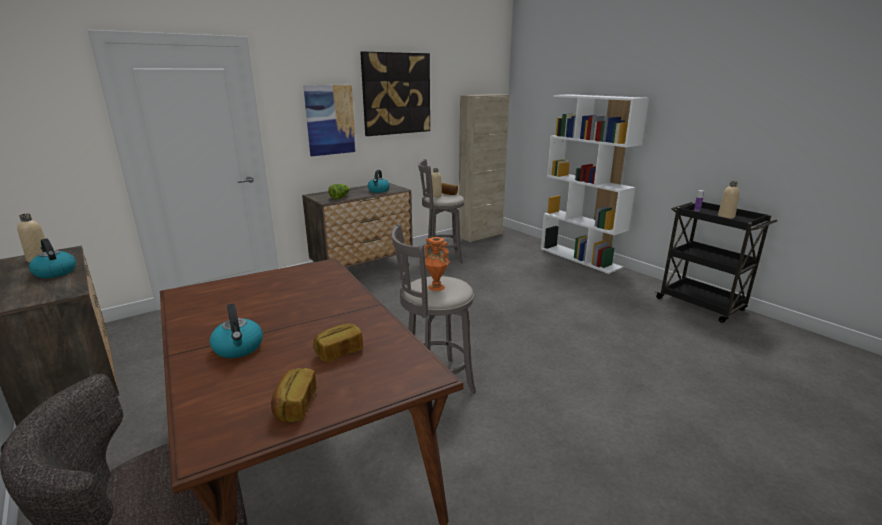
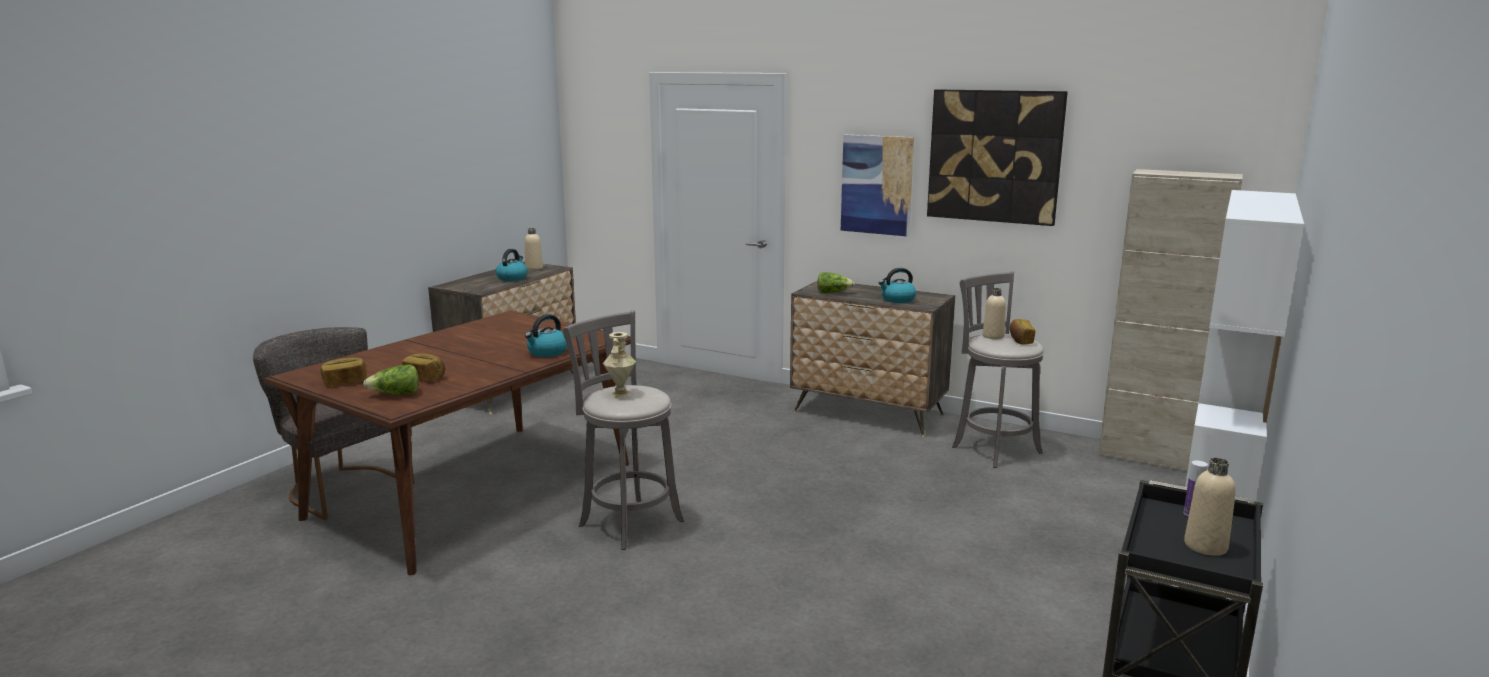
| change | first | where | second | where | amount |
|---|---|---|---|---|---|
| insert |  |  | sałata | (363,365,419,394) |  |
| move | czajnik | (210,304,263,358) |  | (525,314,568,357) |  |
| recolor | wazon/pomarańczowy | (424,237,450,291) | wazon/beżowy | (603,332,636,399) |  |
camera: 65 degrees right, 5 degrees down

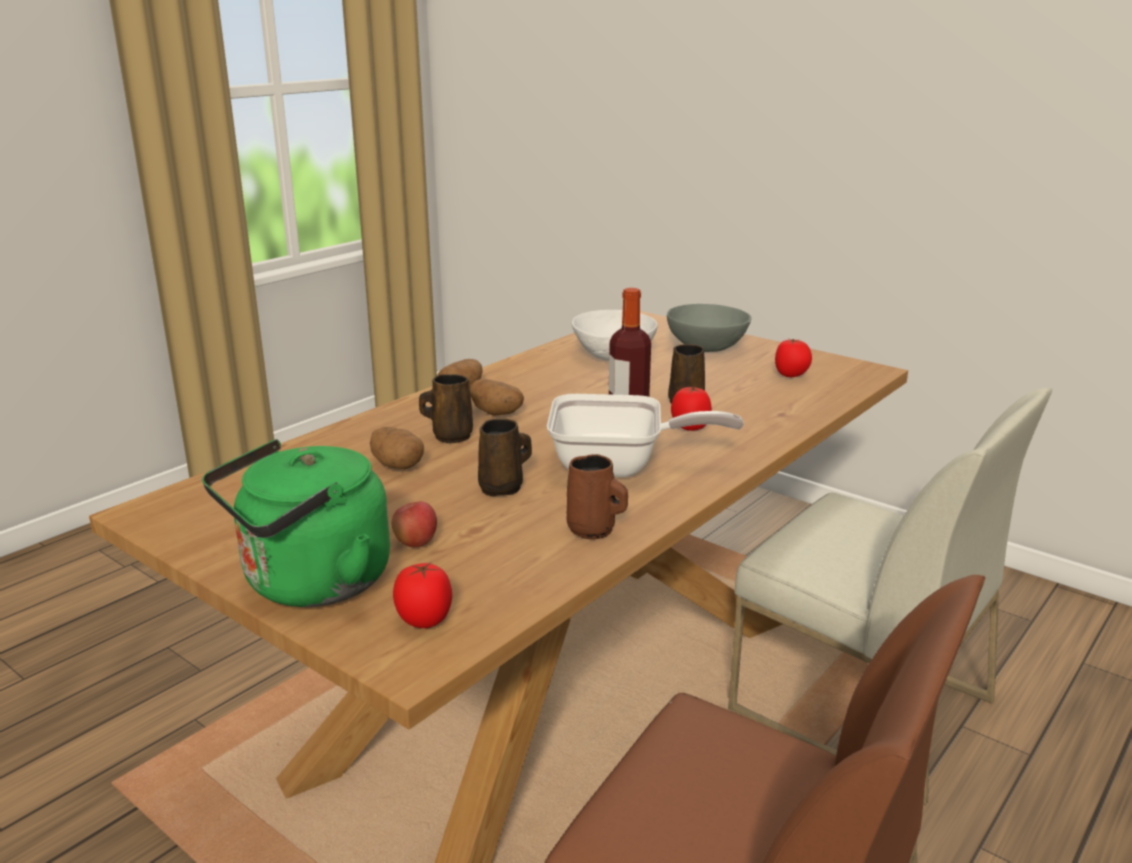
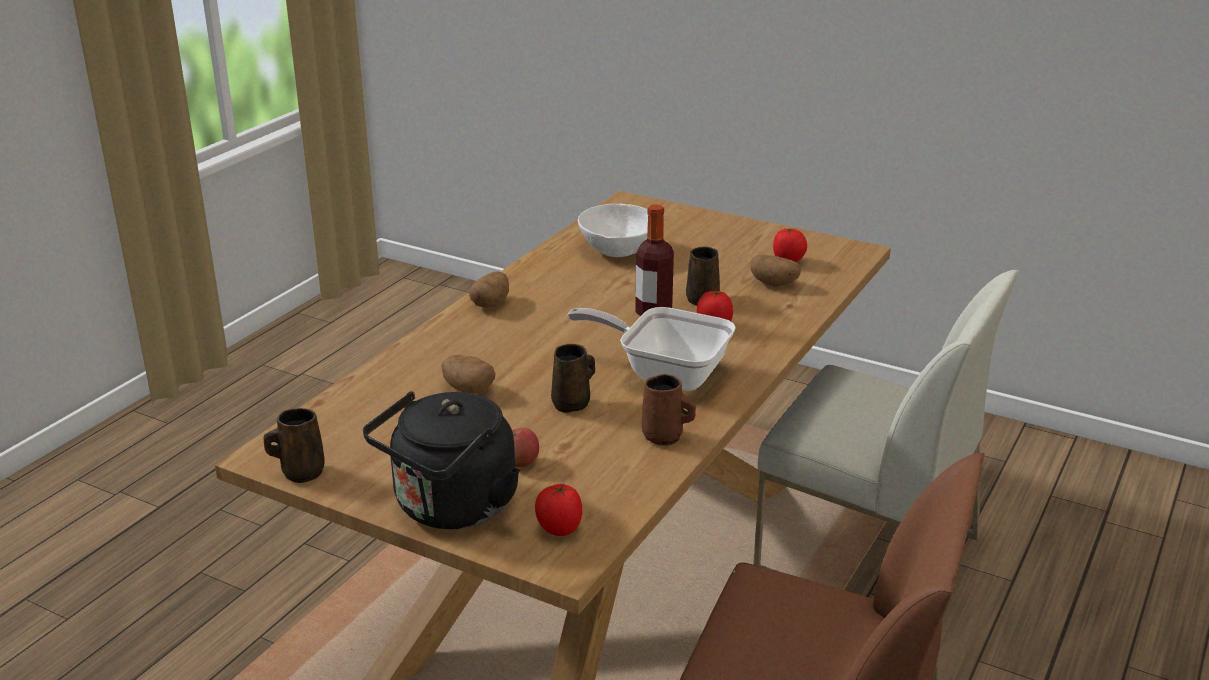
| change | first | where | second | where | amount |
|---|---|---|---|---|---|
| delete | miska/szary | (667,304,751,352) |  |  |  |
| move | kubek/brązowy | (419,374,473,444) |  | (263,408,325,483) |  |
| move | ziemniak | (470,379,524,416) |  | (750,254,801,286) |  |
| recolor | czajnik/zielony | (202,439,390,607) | czajnik/czarny | (363,391,520,529) |  |
| rotate | patelnia | (547,394,744,477) |  | (568,307,736,391) | 150 degrees counterclockwise |
camera: 10 degrees left, 5 degrees up

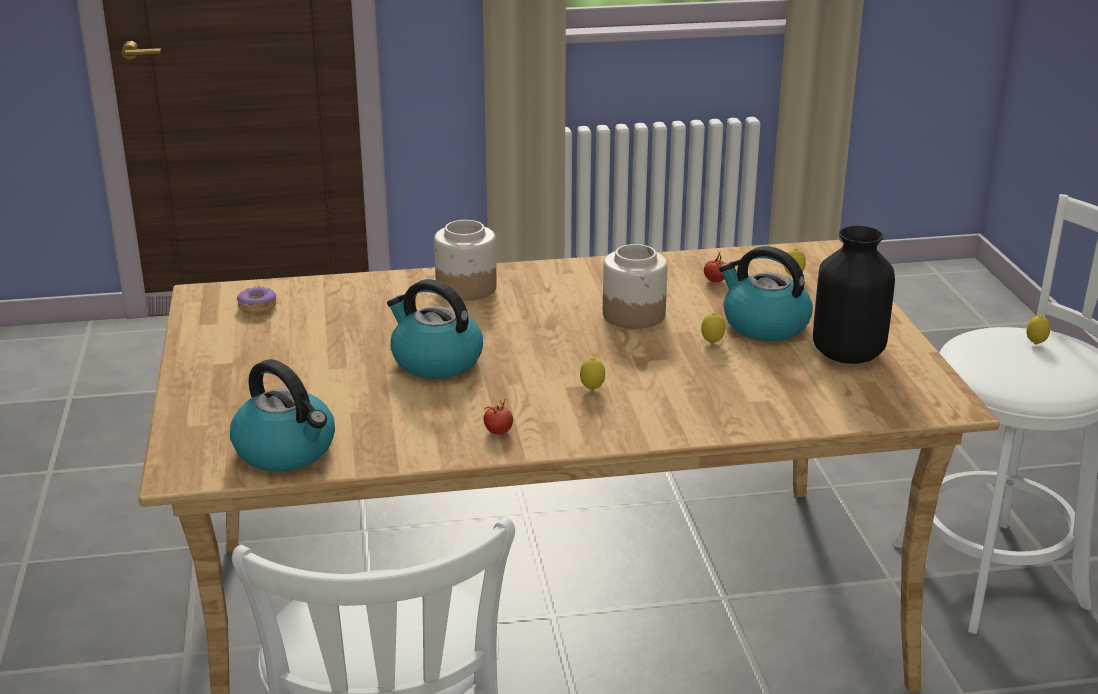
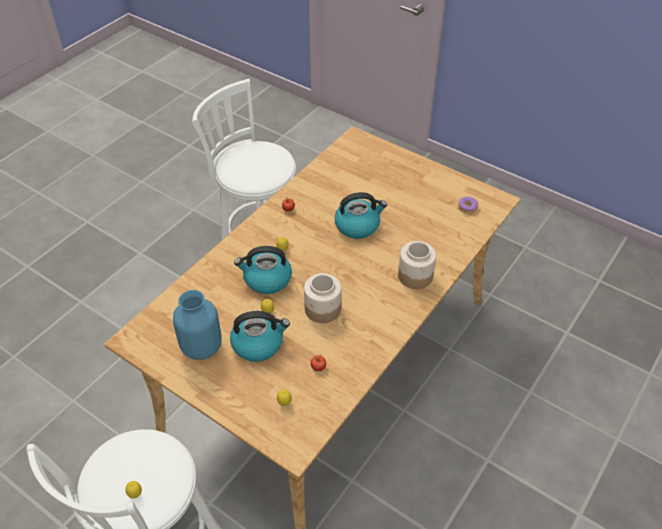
| change | first | where | second | where | amount |
|---|---|---|---|---|---|
| move | czajnik | (230,359,335,472) |  | (234,246,292,294) |  |
| recolor | wazon/czarny | (813,225,895,364) | wazon/niebieski | (173,290,222,360) |  |
camera: 135 degrees right, 20 degrees up

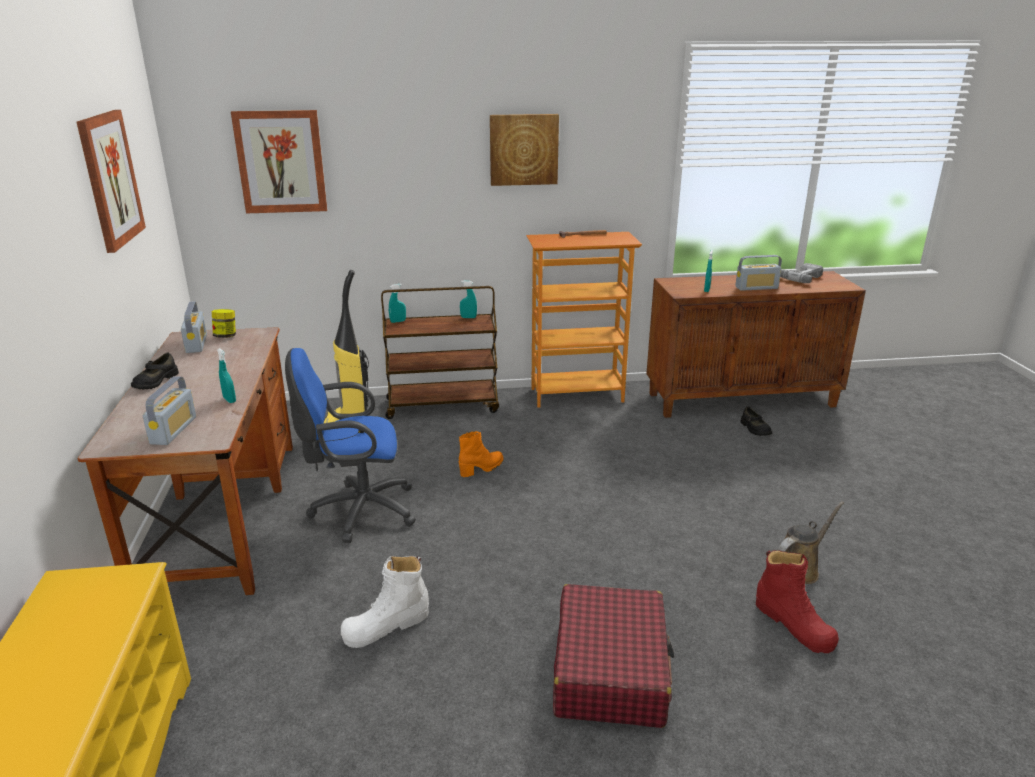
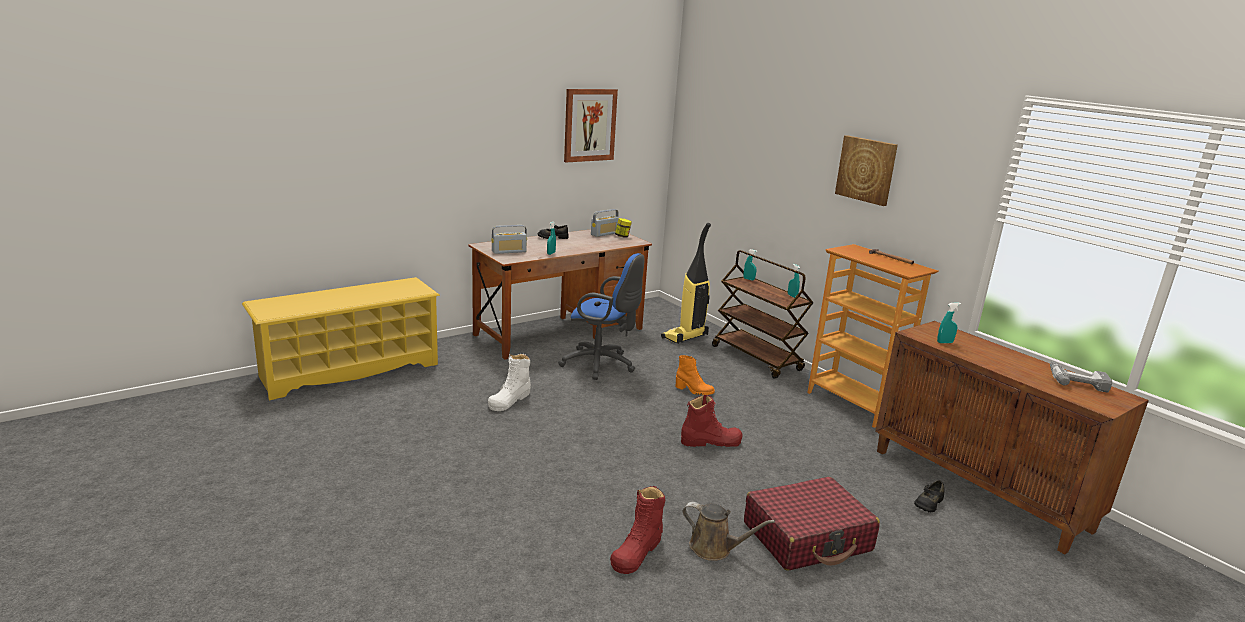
| change | first | where | second | where | amount |
|---|---|---|---|---|---|
| delete | obraz | (231,110,327,213) |  |  |  |
| delete | radio | (735,255,782,291) |  |  |  |
| insert |  |  | but z cholewką/czerwony | (681,395,743,447) |  |
| move | walizka/czerwony | (553,584,674,728) |  | (744,477,880,571) |  |
| rotate | krzesło biurowe/niebieski | (285,348,416,543) |  | (558,253,644,380) | 150 degrees clockwise |
| rotate | but z cholewką/biały | (341,556,429,648) |  | (488,354,531,411) | 90 degrees counterclockwise |
camera: 60 degrees right, 5 degrees down

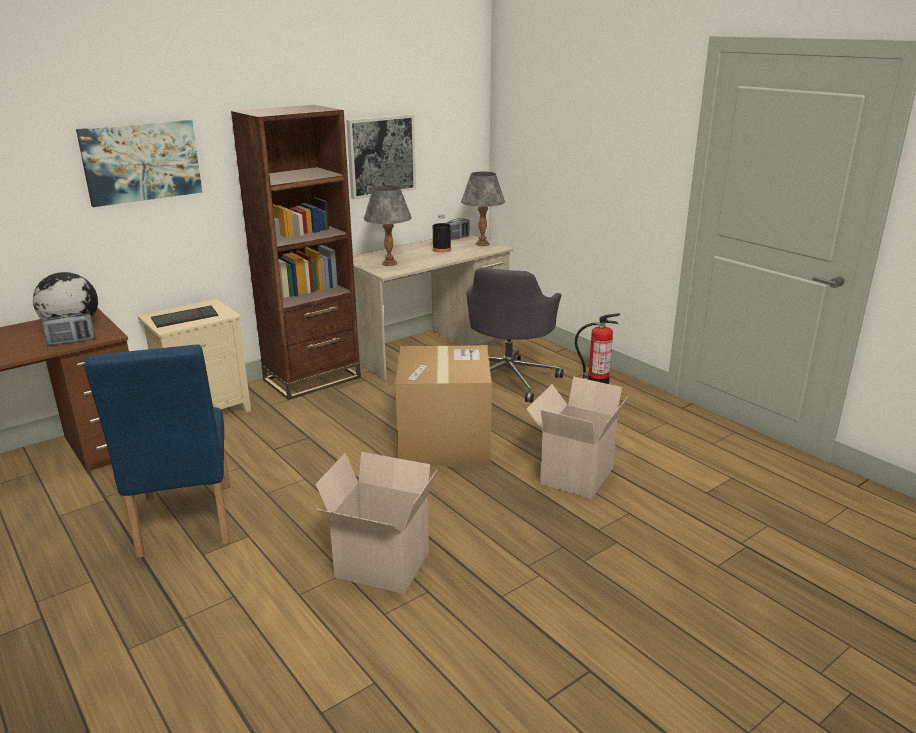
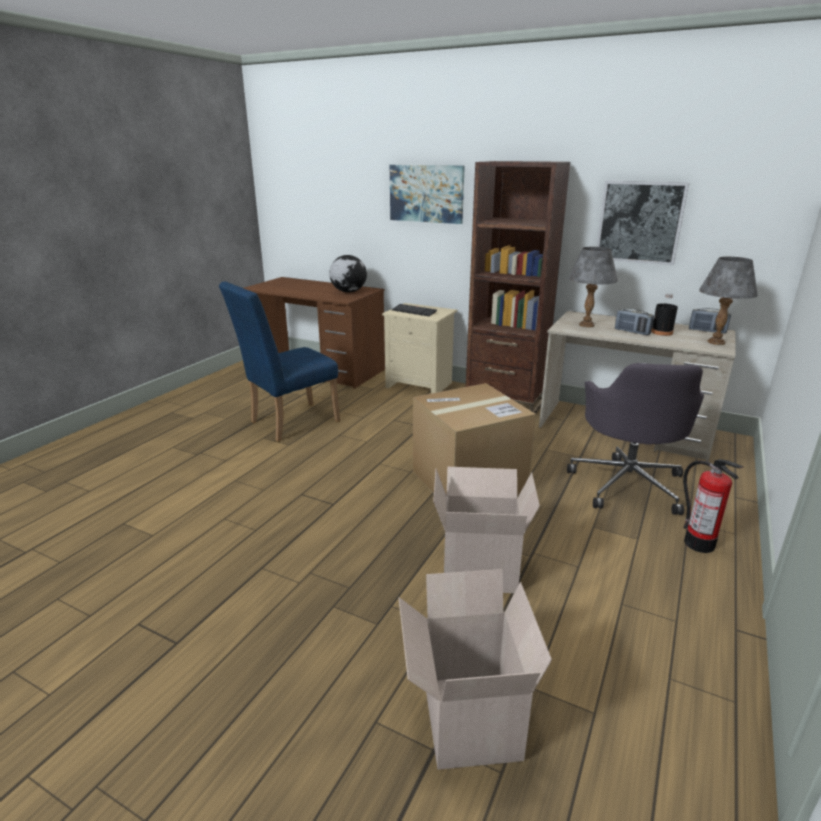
| change | first | where | second | where | amount |
|---|---|---|---|---|---|
| move | radio | (42,313,95,345) |  | (615,309,654,335) |  |
| move | karton | (315,452,438,594) |  | (399,569,552,770) |  |
| rotate | krzesło biurowe/szary | (466,268,563,403) |  | (567,363,704,515) | 75 degrees counterclockwise |
camera: 65 degrees right, 0 degrees up

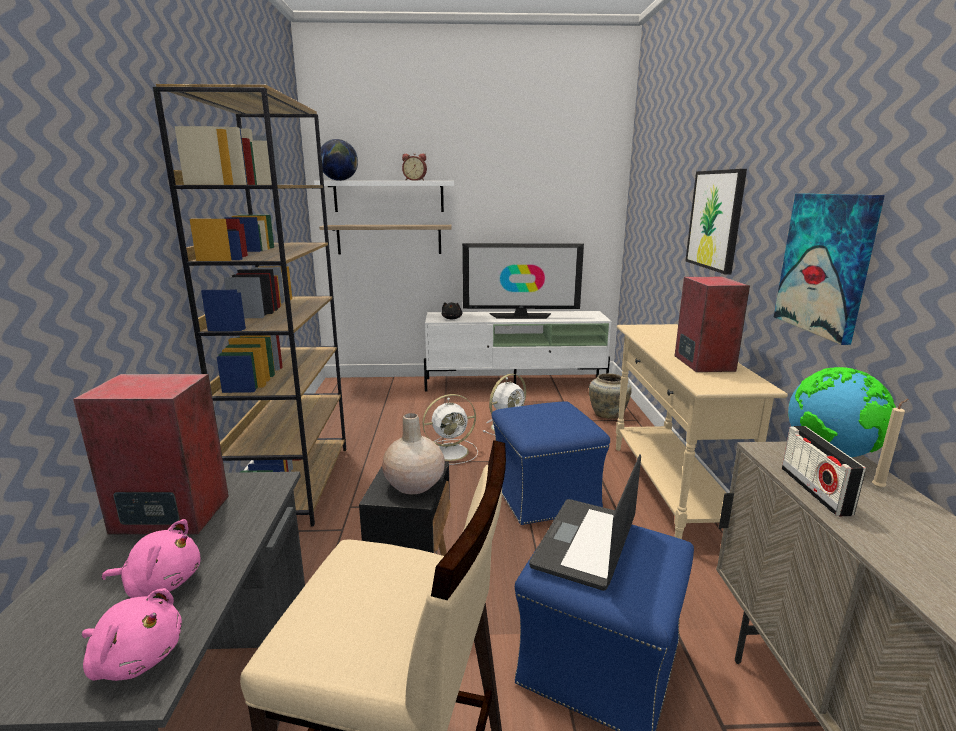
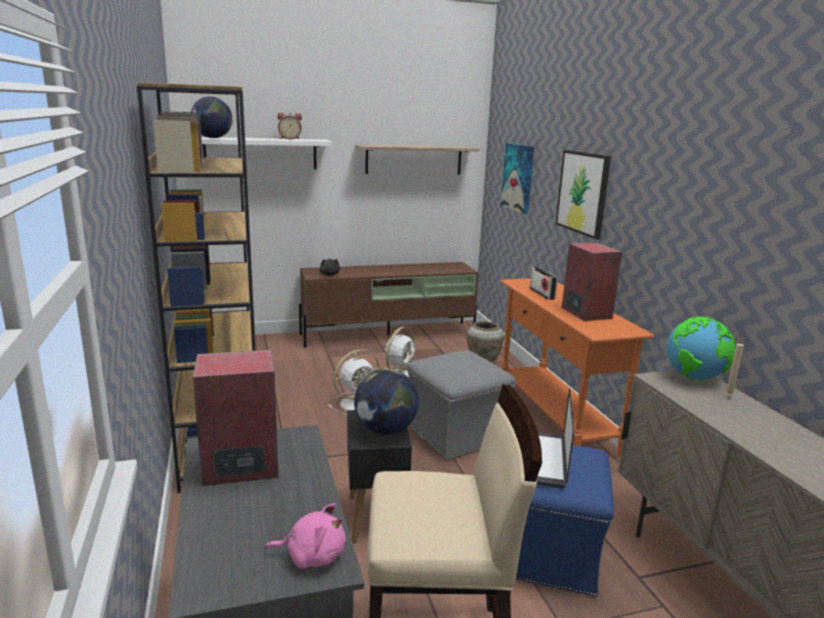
| change | first | where | second | where | amount |
|---|---|---|---|---|---|
| delete | pluszak/różowy | (102,519,201,598) |  |  |  |
| delete | telewizor | (462,243,584,319) |  |  |  |
| move | półka | (319,225,452,255) |  | (355,145,480,174) |  |
| move | obraz | (774,193,885,345) |  | (501,143,534,214) |  |
| move | radio | (782,426,866,516) |  | (530,267,558,300) |  |
| replace | wazon/beżowy | (382,413,445,494) | globus | (354,369,419,435) |  |
| recolor | szafka pod telewizor/biały | (424,311,612,392) | szafka pod telewizor/brązowy | (299,262,479,348) |  |
| recolor | pufa/niebieski | (492,401,610,525) | pufa/szary | (407,350,516,460) |  |
| recolor | stolik konsolowy/beżowy | (616,324,788,539) | stolik konsolowy/pomarańczowy | (500,278,654,457) |  |
camera: 15 degrees left, 0 degrees up

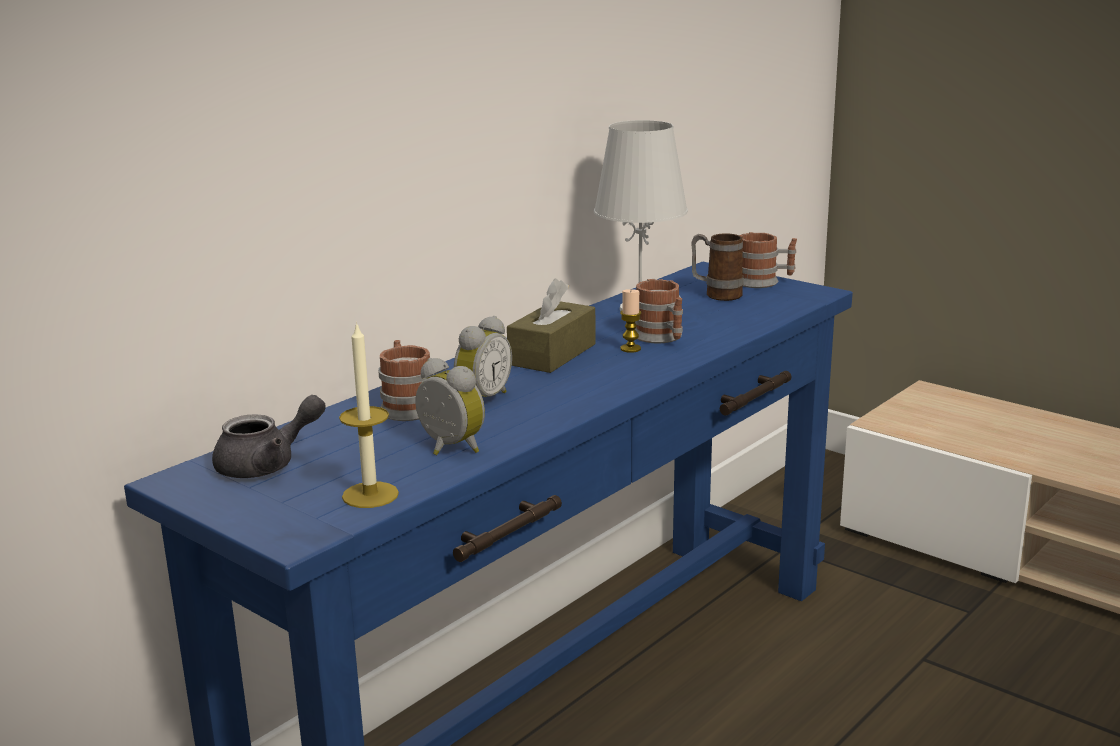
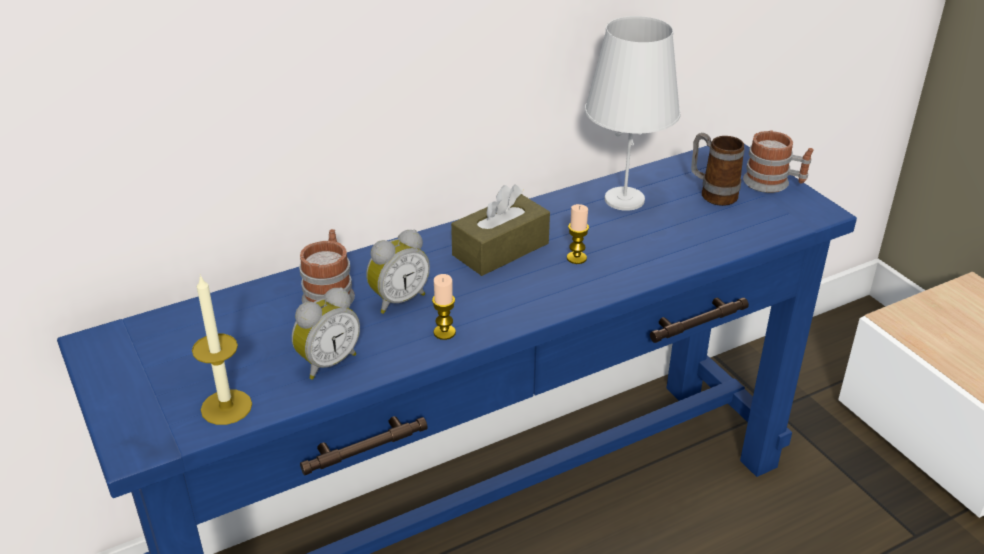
| change | first | where | second | where | amount |
|---|---|---|---|---|---|
| delete | imbryk/szary | (212,395,326,478) |  |  |  |
| delete | kubek | (635,279,683,343) |  |  |  |
| insert |  |  | świeca | (432,274,456,340) |  |
| rotate | budzik | (415,358,485,455) |  | (292,287,360,380) | 75 degrees clockwise |
camera: 20 degrees right, 15 degrees up

